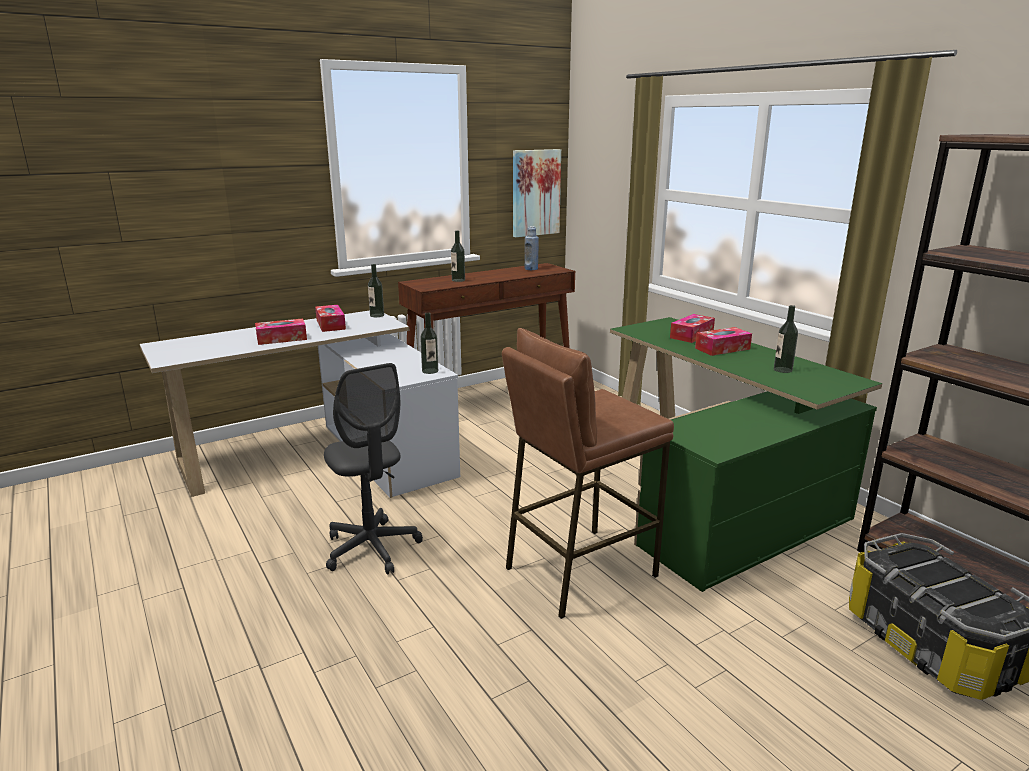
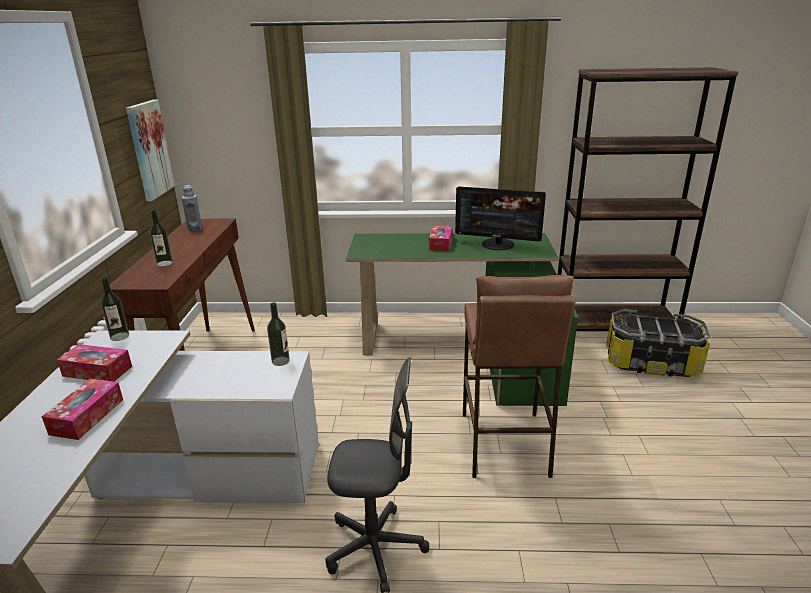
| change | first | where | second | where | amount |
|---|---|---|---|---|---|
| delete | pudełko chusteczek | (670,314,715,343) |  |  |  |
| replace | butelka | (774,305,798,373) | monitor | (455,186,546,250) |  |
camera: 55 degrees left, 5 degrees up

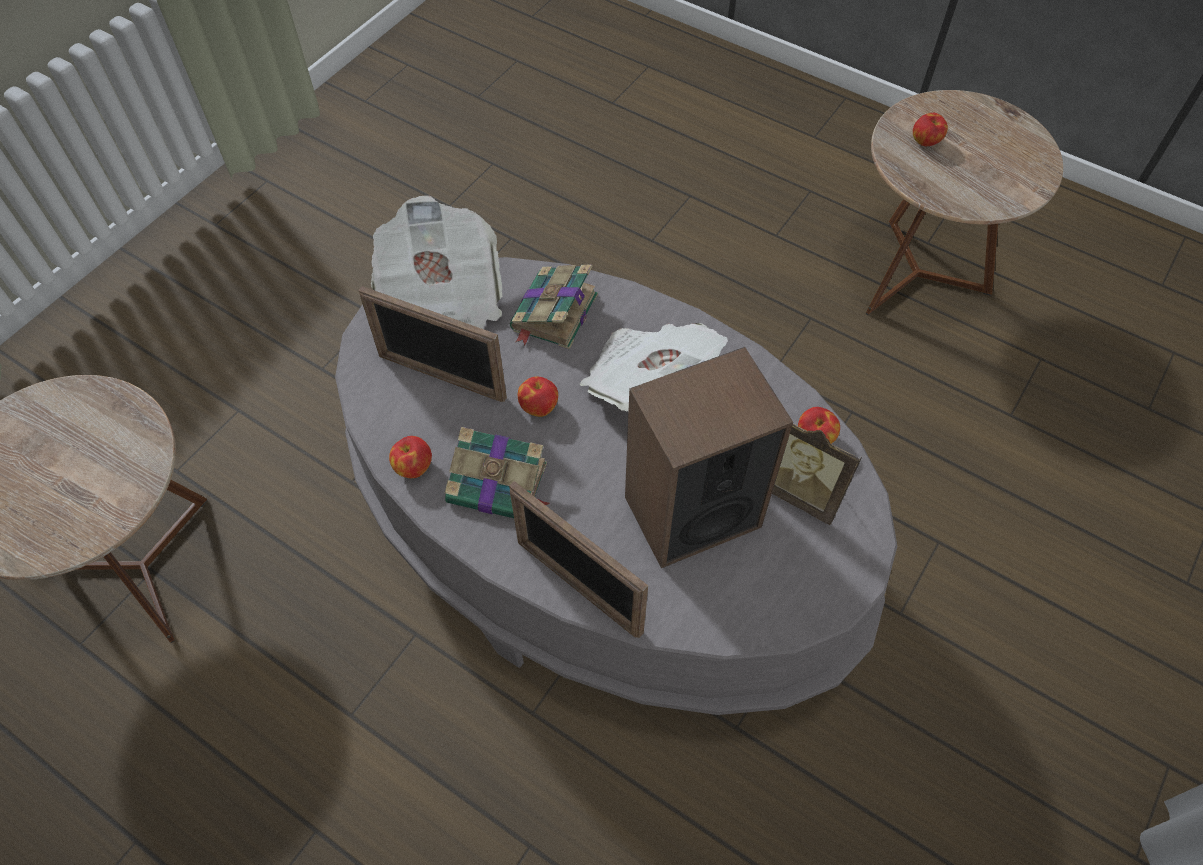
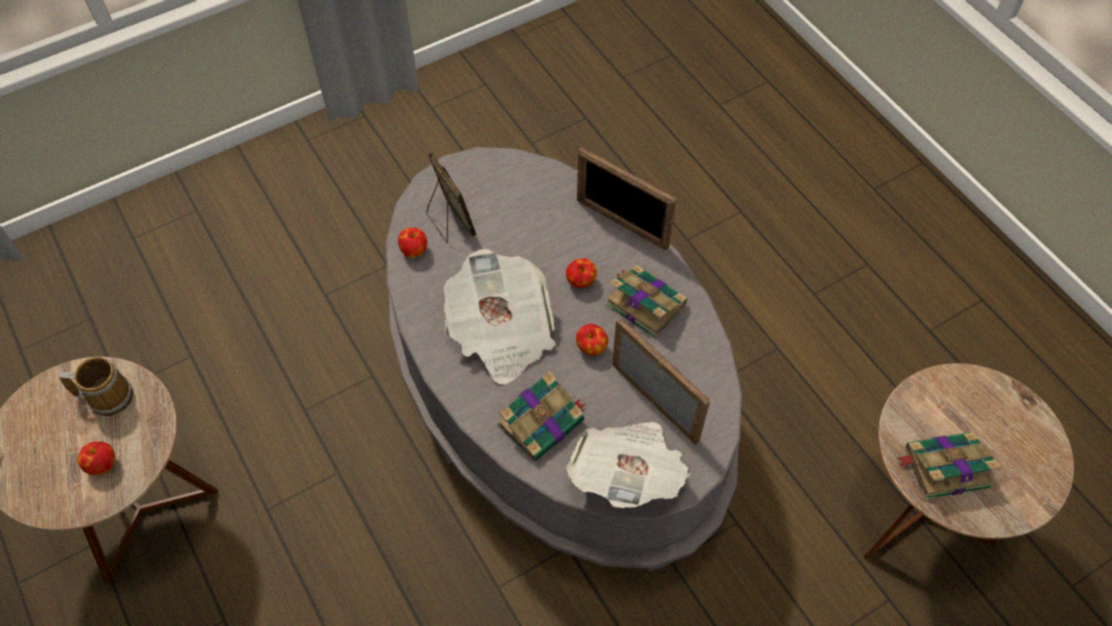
| change | first | where | second | where | amount |
|---|---|---|---|---|---|
| delete | głośnik | (625,347,793,568) |  |  |  |
| insert |  |  | kubek | (59,357,133,416) |  |
| insert |  |  | książka | (896,432,1001,500) |  |
| move | jabłko | (389,436,432,478) |  | (566,258,597,288) |  |
| rotate | ramka na zdjęcie | (509,481,648,638) |  | (577,147,676,250) | 150 degrees clockwise |
camera: 155 degrees left, 0 degrees up

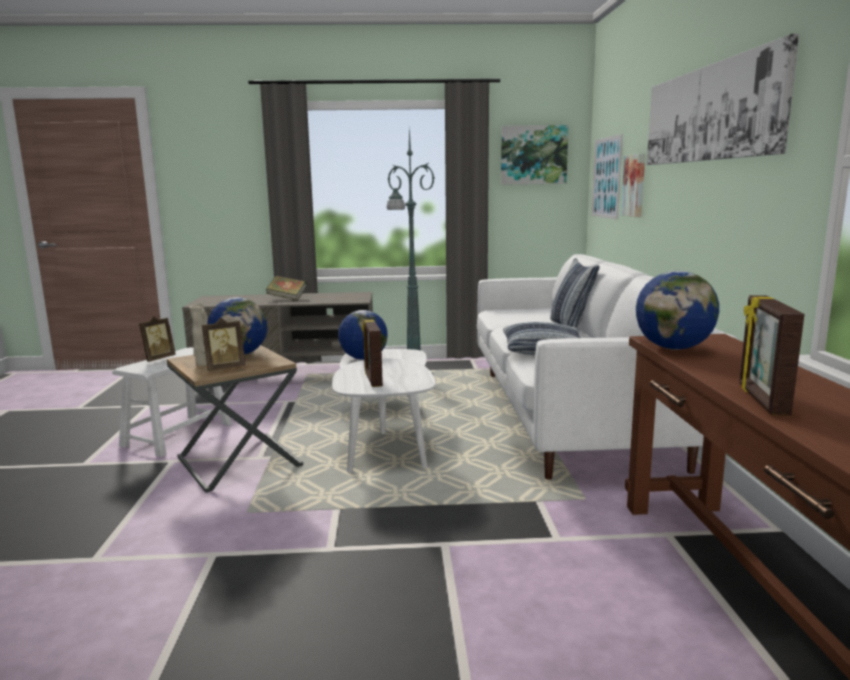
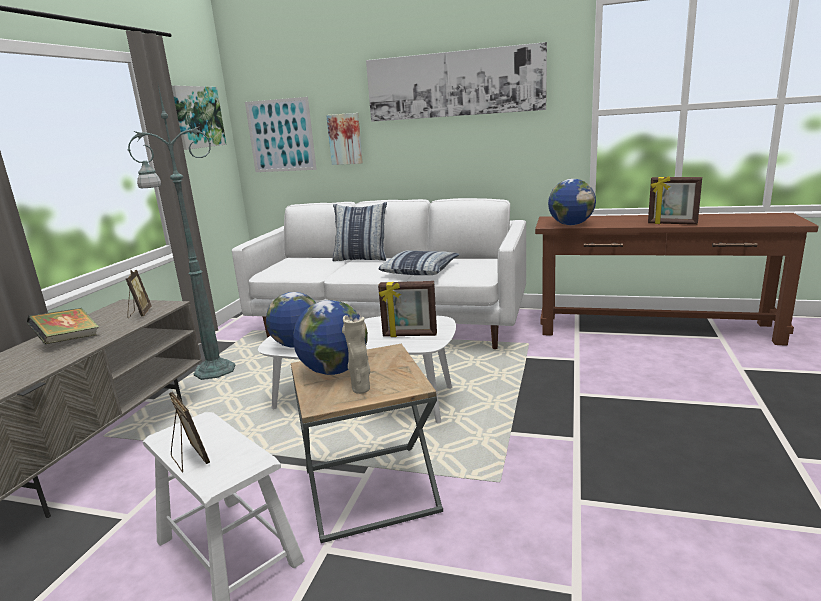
| change | first | where | second | where | amount |
|---|---|---|---|---|---|
| move | ramka na zdjęcie | (202,318,245,371) |  | (126,270,152,318) |  |
camera: 70 degrees left, 5 degrees up

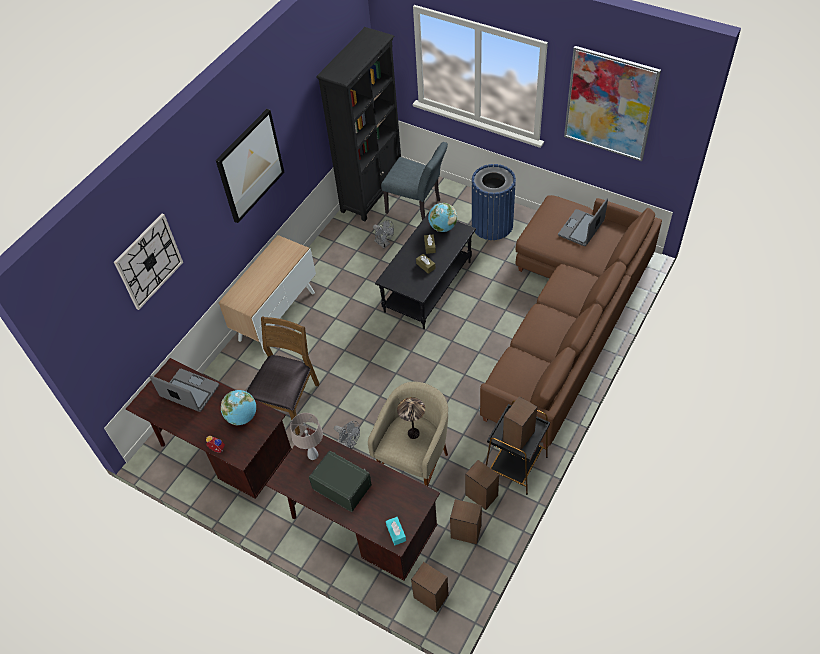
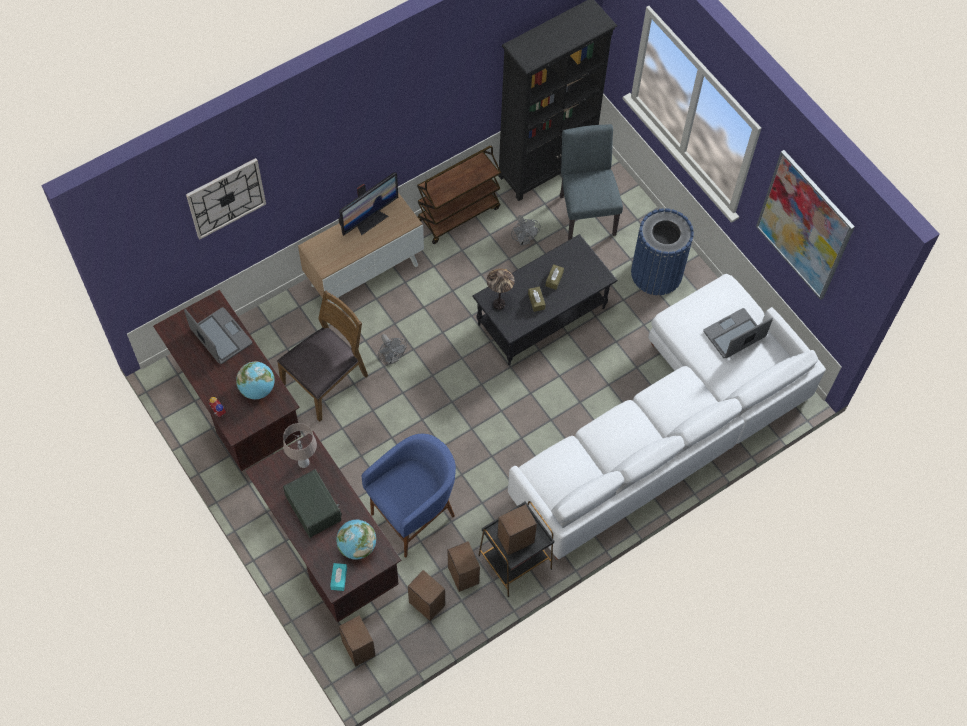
| change | first | where | second | where | amount |
|---|---|---|---|---|---|
| delete | obraz | (216,109,285,223) |  |  |  |
| insert |  |  | monitor | (339,172,398,236) |  |
| insert |  |  | wózek/brązowy | (417,146,501,244) |  |
| move | wentylator/szary | (334,421,360,449) |  | (378,334,407,365) |  |
| move | lampa stołowa | (397,397,425,439) |  | (486,268,515,310) |  |
| move | globus | (428,203,457,232) |  | (336,520,376,560) |  |
| recolor | stołek/beżowy | (368,382,448,486) | stołek/niebieski | (362,433,456,557) |  |
| recolor | kanapa/brązowy | (480,195,662,448) | kanapa/biały | (508,274,826,560) |  |
| rotate | krzesło/szary | (381,142,448,220) |  | (560,124,623,240) | 150 degrees counterclockwise |
camera: 20 degrees right, 10 degrees up

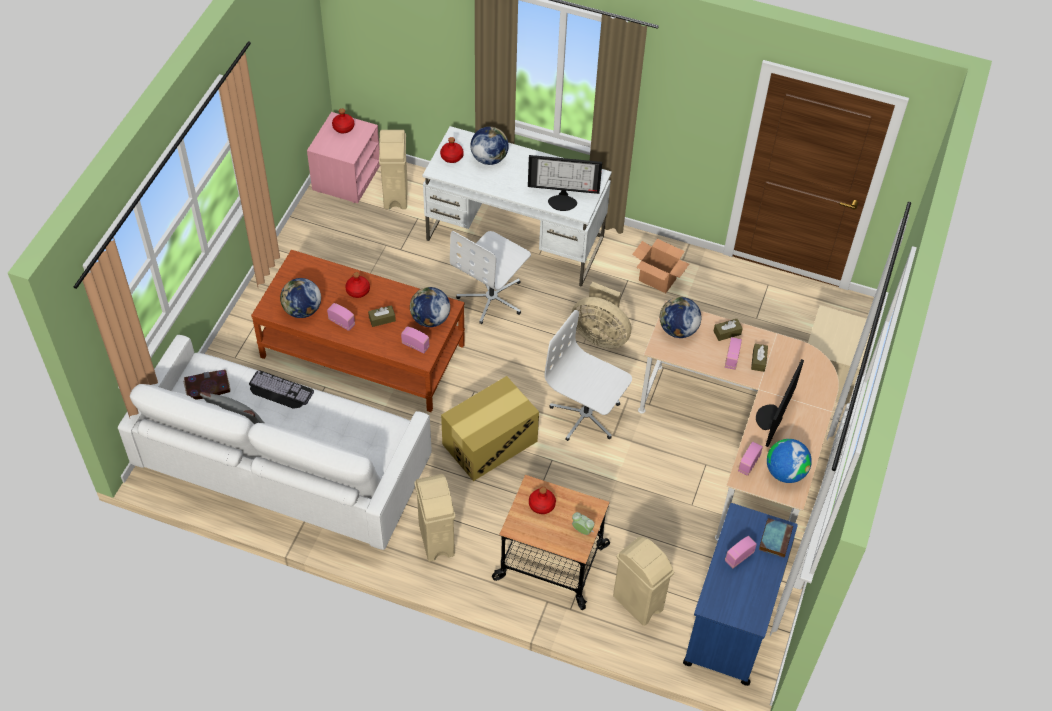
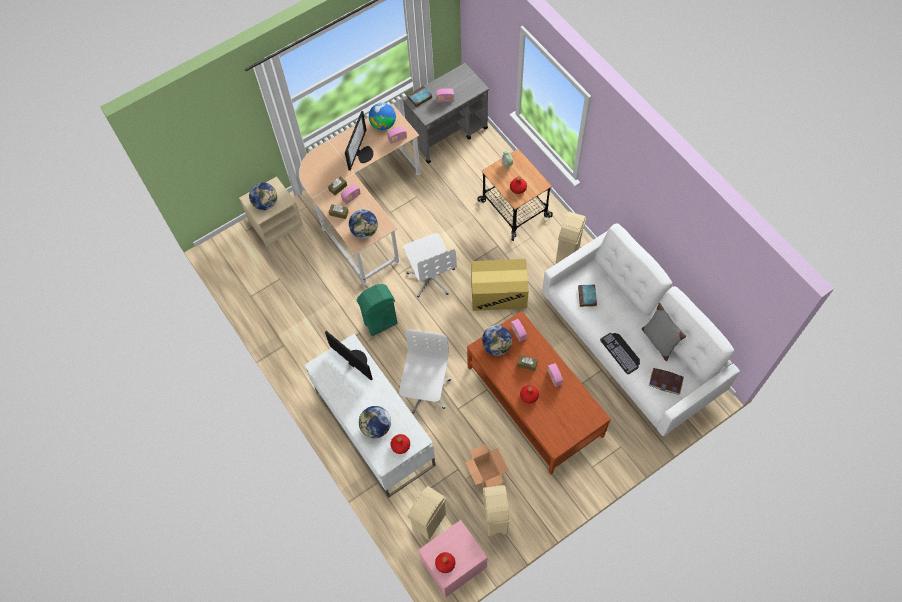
| change | first | where | second | where | amount |
|---|---|---|---|---|---|
| insert |  |  | książka | (578,285,597,307) |  |
| move | globus | (280,278,321,318) |  | (249,183,277,210) |  |
| move | kosz na śmieci/beżowy | (613,537,674,626) |  | (483,485,510,536) |  |
| move | karton | (632,239,689,293) |  | (465,444,509,488) |  |
| replace | wentylator/beżowy | (571,282,631,348) | kosz na śmieci/zielony | (357,284,397,336) |  |
| recolor | wózek/niebieski | (683,503,798,686) | wózek/szary | (402,63,489,164) |  |
| rotate | krzesło biurowe/biały | (450,231,531,324) |  | (399,329,451,413) | 60 degrees counterclockwise |
| rotate | monitor | (756,359,804,447) |  | (345,111,373,171) | 45 degrees counterclockwise |
camera: 140 degrees left, 10 degrees up

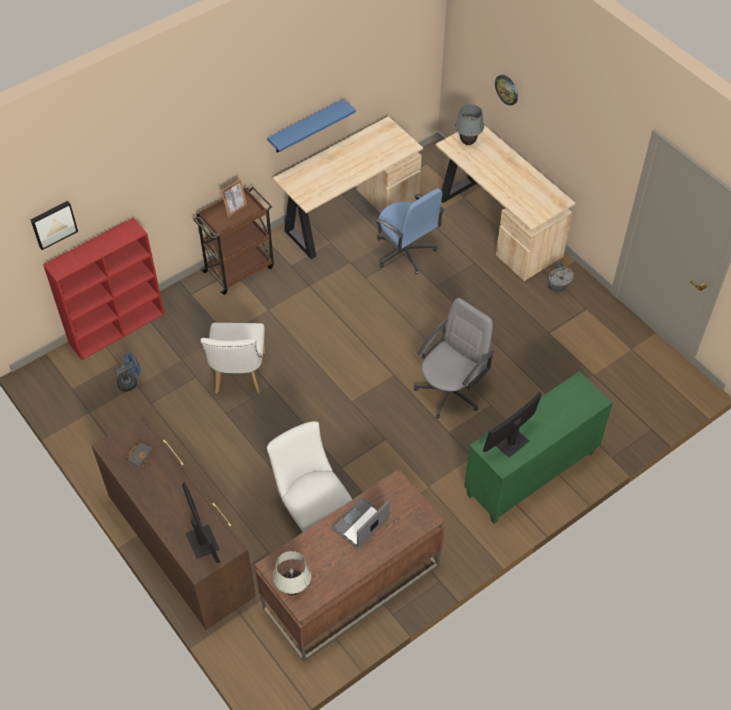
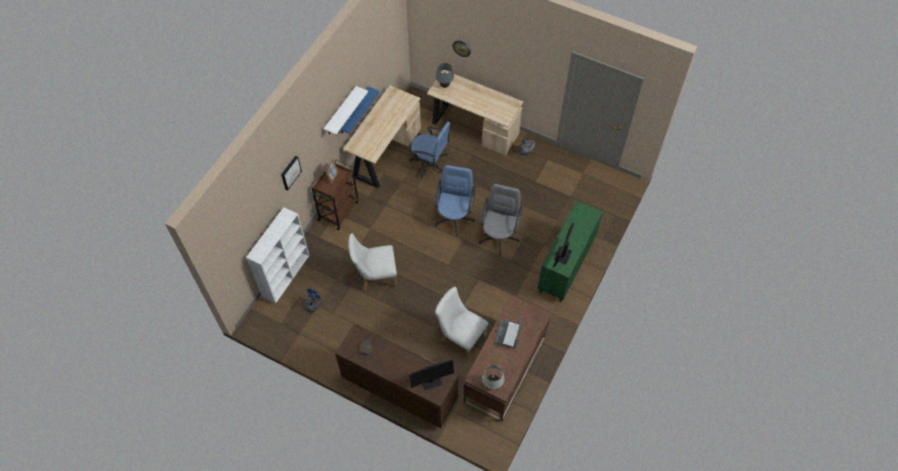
| change | first | where | second | where | amount |
|---|---|---|---|---|---|
| insert |  |  | półka/biały | (324,86,368,135) |  |
| insert |  |  | krzesło biurowe/niebieski | (434,165,476,236) |  |
| move | obraz | (30,201,78,250) |  | (281,156,302,190) |  |
| recolor | regał/czerwony | (43,218,165,360) | regał/biały | (246,207,310,304) |  |
| rotate | monitor | (182,482,220,563) |  | (409,360,454,391) | 120 degrees clockwise |
| rotate | krzesło/biały | (200,323,266,394) |  | (348,233,397,290) | 105 degrees clockwise |
camera: 25 degrees left, 5 degrees up

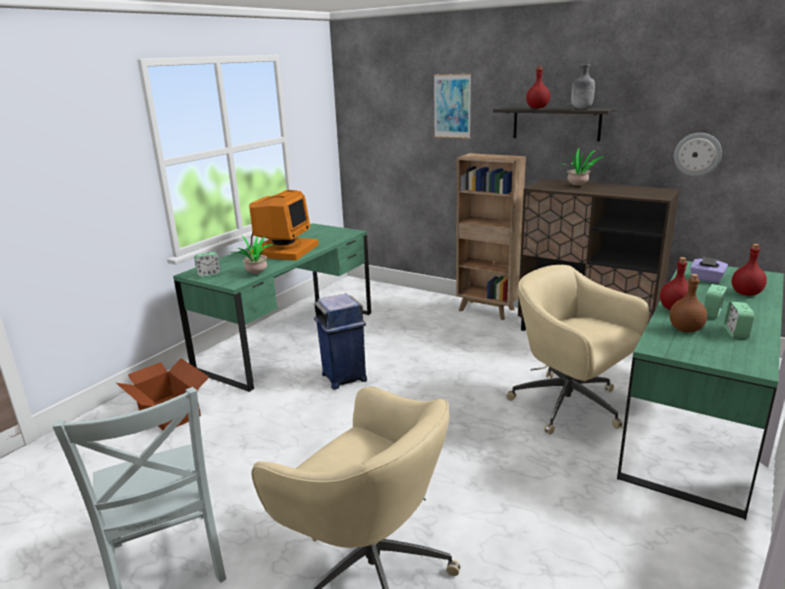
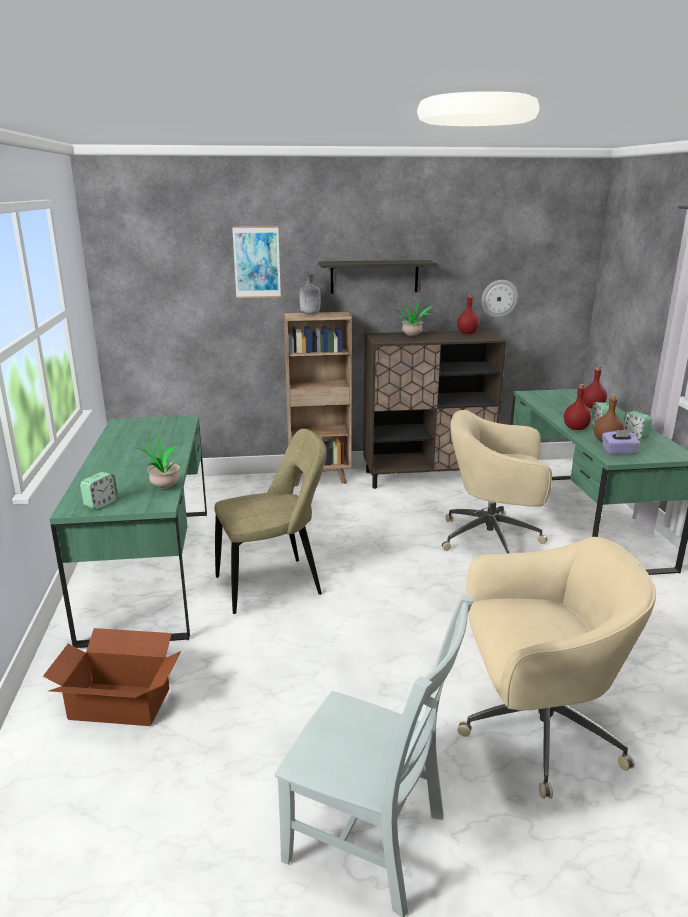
| change | first | where | second | where | amount |
|---|---|---|---|---|---|
| delete | monitor | (249,190,318,260) |  |  |  |
| move | butelka/czerwony | (526,66,550,108) |  | (457,294,479,334) |  |
| move | butelka/szary | (571,64,595,109) |  | (299,273,321,315) |  |
| move | pudełko chusteczek/fioletowy | (690,256,728,283) |  | (602,430,640,455) |  |
| replace | kosz na śmieci/niebieski | (314,294,367,390) | krzesło/beżowy | (214,429,327,614) |  |
camera: 40 degrees left, 0 degrees up

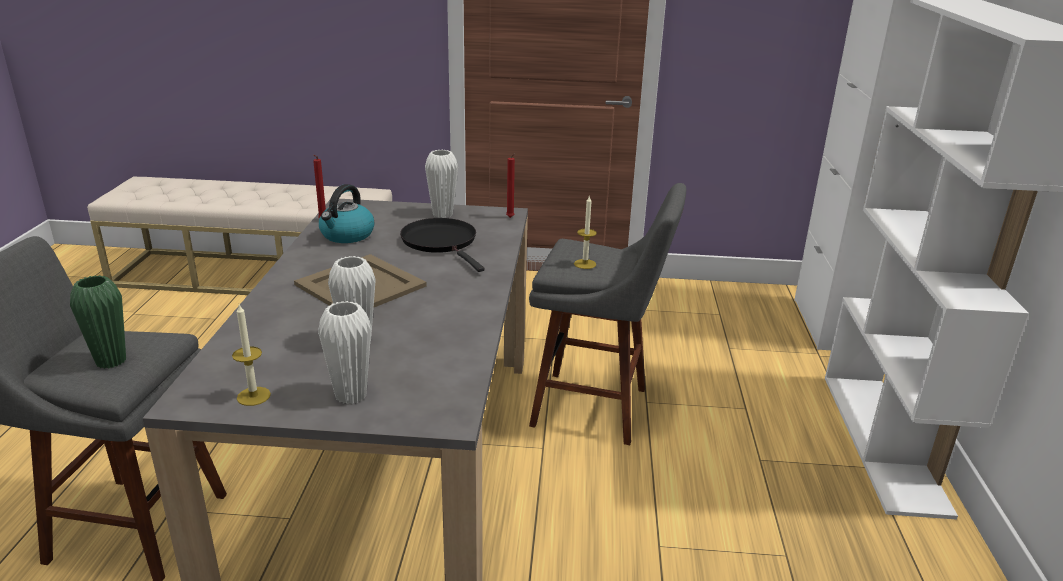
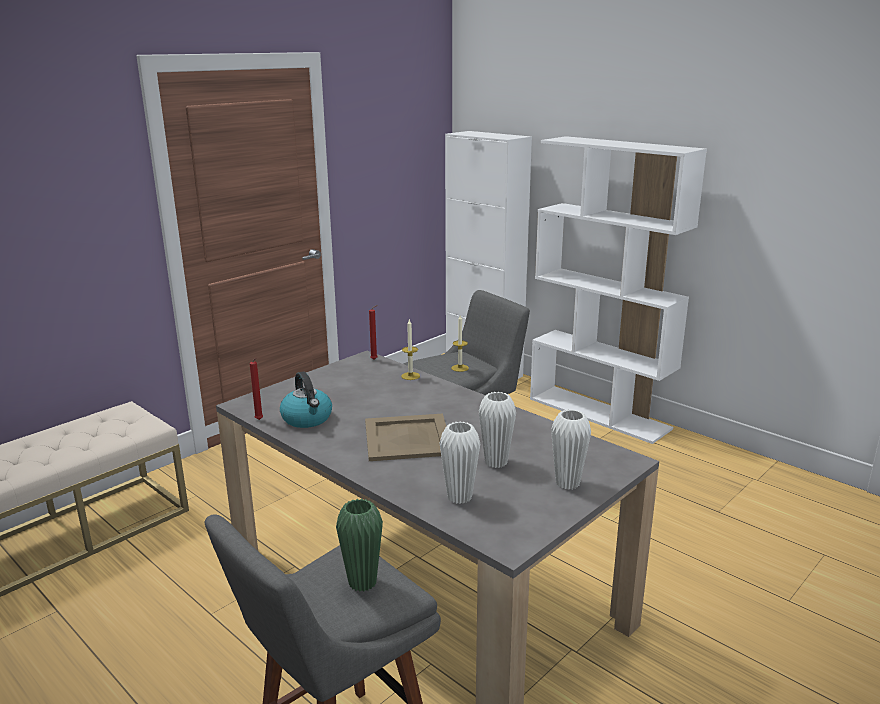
| change | first | where | second | where | amount |
|---|---|---|---|---|---|
| delete | patelnia/czarny | (400,218,485,272) |  |  |  |
| move | świeca | (232,304,271,406) |  | (401,320,420,380) |  |
| move | wazon/biały | (425,150,458,218) |  | (439,422,480,504) |  |
camera: 50 degrees left, 5 degrees down

